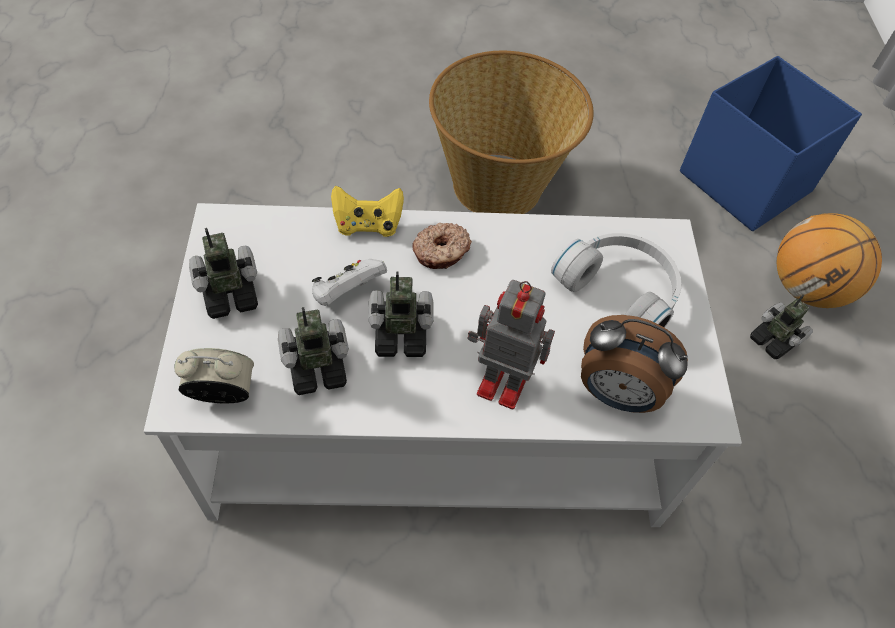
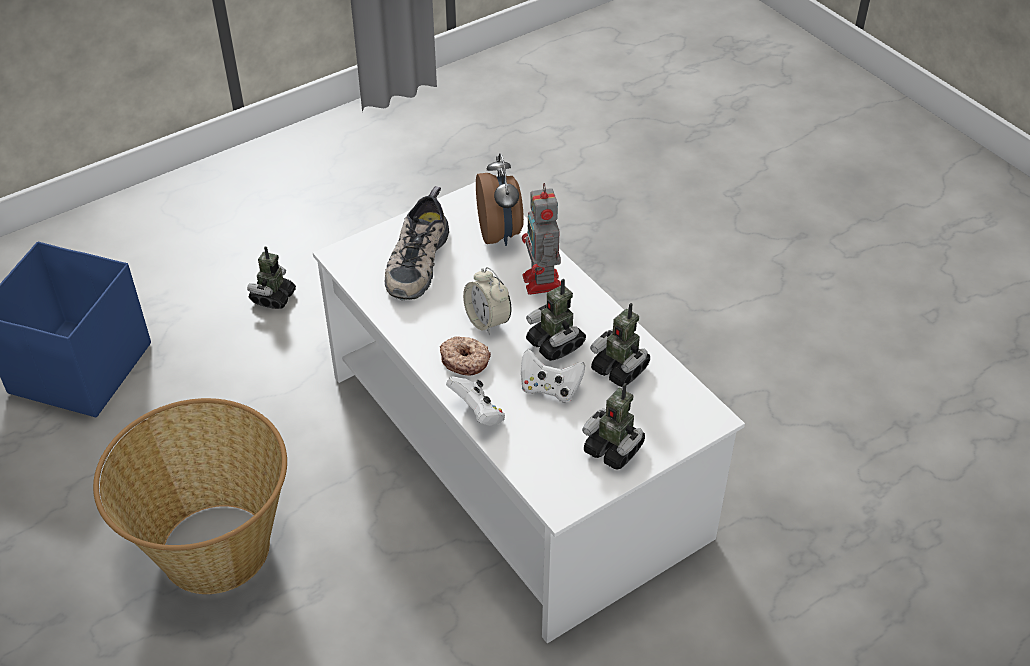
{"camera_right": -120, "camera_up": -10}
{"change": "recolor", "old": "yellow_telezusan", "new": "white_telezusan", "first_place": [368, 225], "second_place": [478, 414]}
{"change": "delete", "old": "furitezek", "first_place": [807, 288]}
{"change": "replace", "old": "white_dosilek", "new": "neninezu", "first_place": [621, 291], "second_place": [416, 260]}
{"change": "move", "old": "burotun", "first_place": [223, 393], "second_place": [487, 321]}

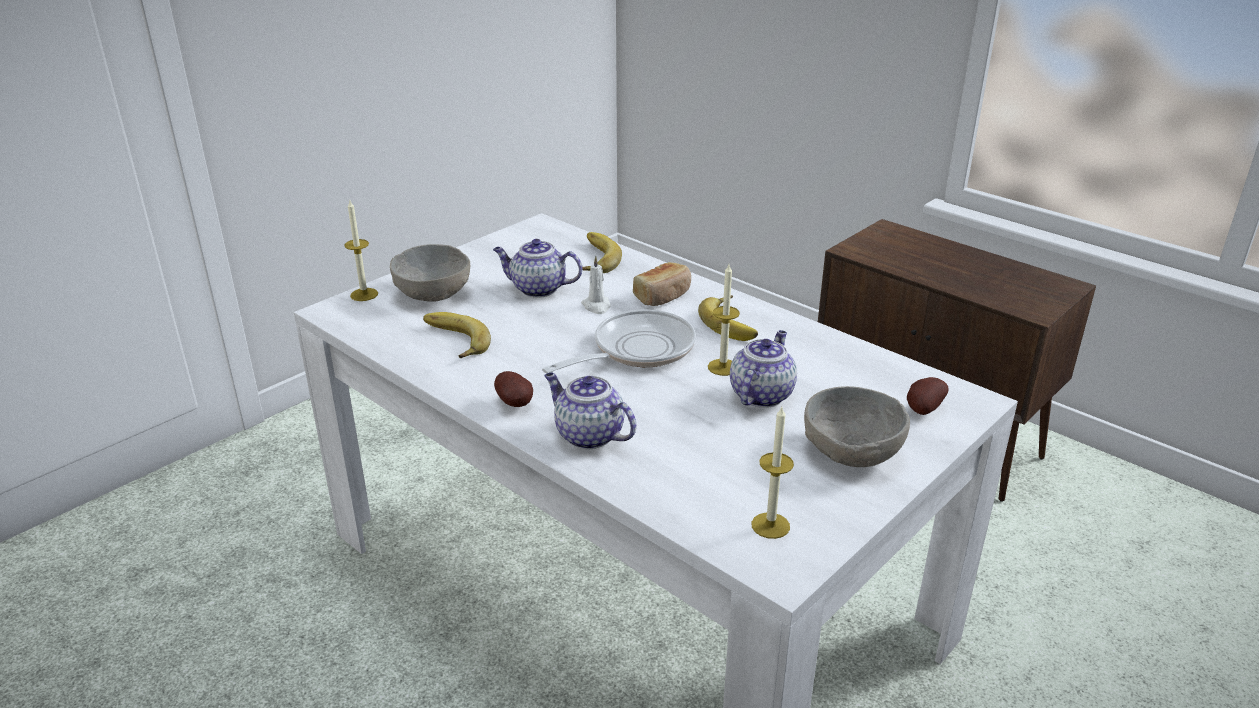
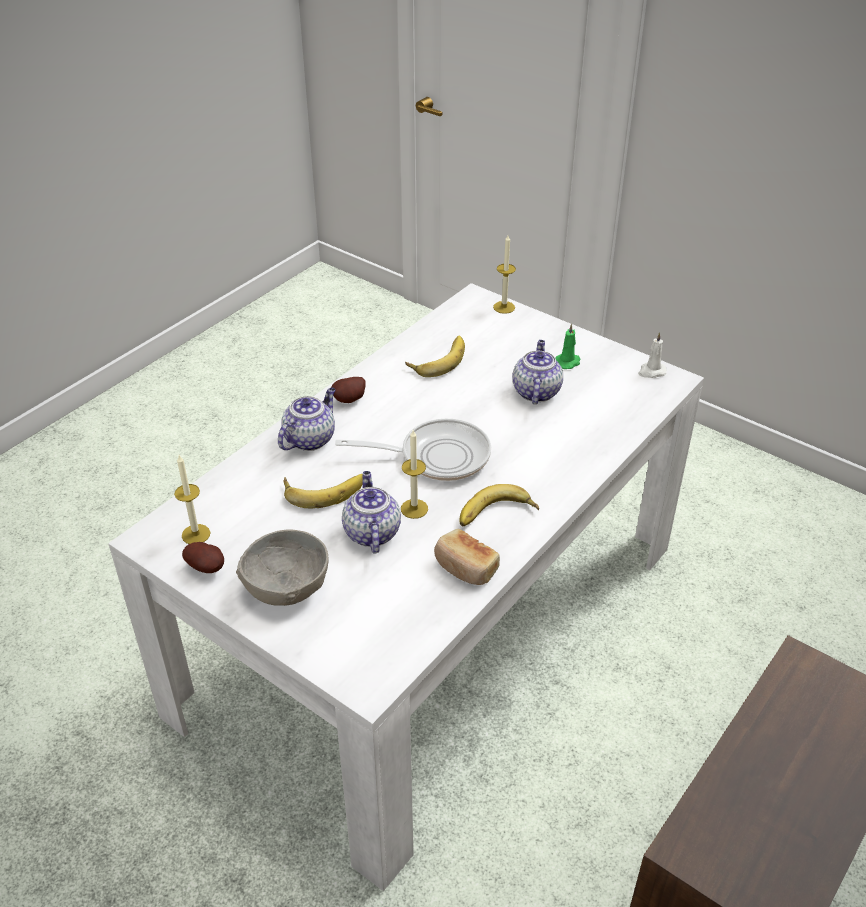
{"camera_right": 85, "camera_up": 10}
{"change": "move", "old": "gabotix", "first_place": [593, 258], "second_place": [323, 489]}
{"change": "delete", "old": "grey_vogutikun", "first_place": [434, 293]}
{"change": "move", "old": "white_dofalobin", "first_place": [597, 306], "second_place": [651, 372]}
{"change": "move", "old": "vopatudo", "first_place": [663, 295], "second_place": [465, 568]}
{"change": "rotate", "old": "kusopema", "first_place": [636, 350], "second_place": [437, 456], "degrees": -45}
{"change": "rotate", "old": "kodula", "first_place": [761, 394], "second_place": [371, 532], "degrees": -120}
{"change": "move", "old": "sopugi", "first_place": [922, 409], "second_place": [207, 567]}
{"change": "insert", "new": "green_dofalobin", "second_place": [568, 362]}

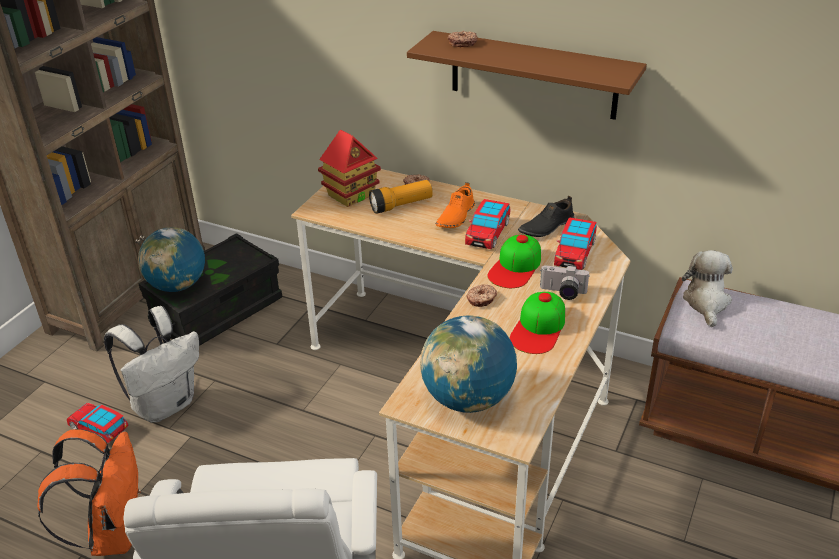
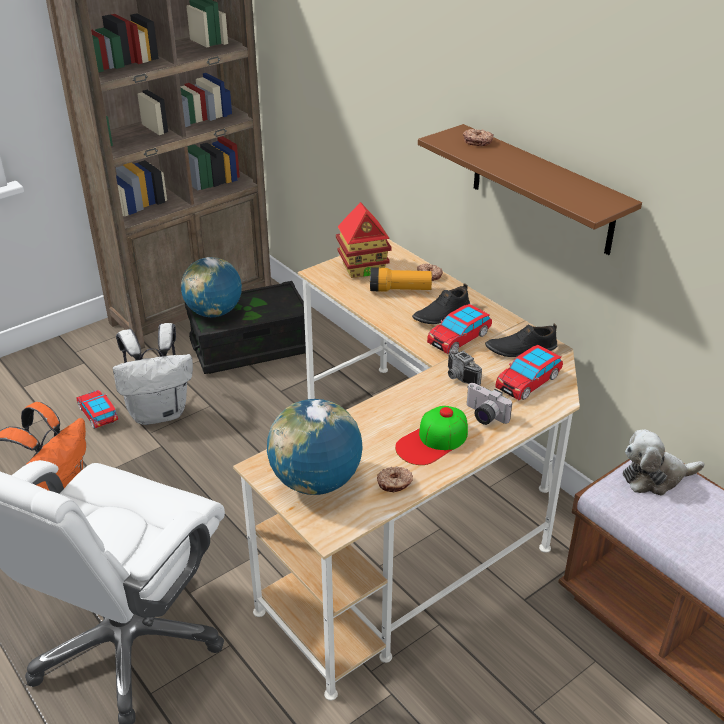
{"camera_right": 25, "camera_up": 0}
{"change": "recolor", "old": "orange_neninezu", "new": "black_neninezu", "first_place": [455, 216], "second_place": [441, 314]}
{"change": "replace", "old": "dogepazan", "new": "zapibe", "first_place": [515, 267], "second_place": [458, 378]}
{"change": "rotate", "old": "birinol", "first_place": [706, 302], "second_place": [655, 477], "degrees": -135}
{"change": "move", "old": "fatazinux", "first_place": [482, 299], "second_place": [394, 483]}

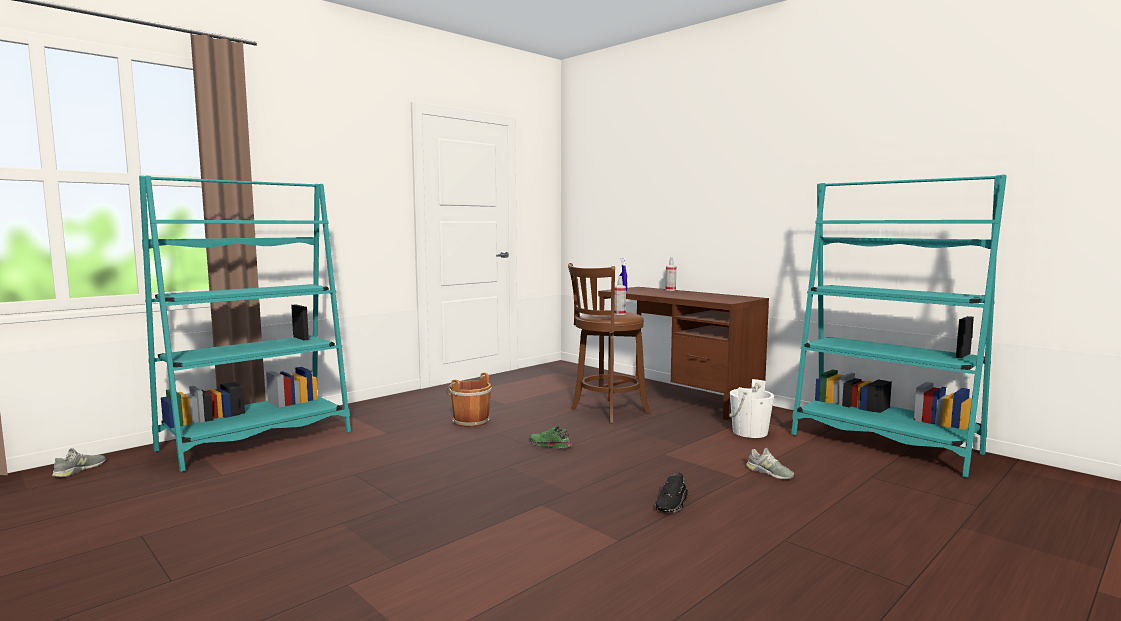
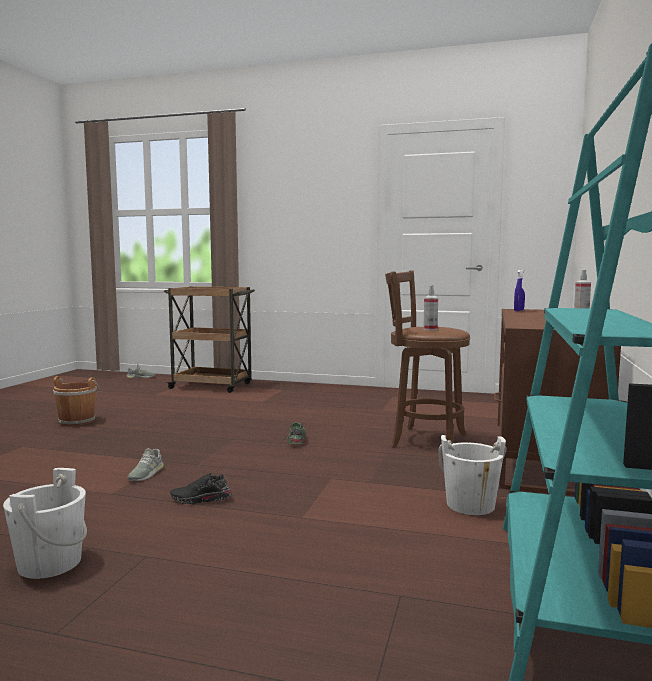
{"camera_right": 60, "camera_up": 0}
{"change": "replace", "old": "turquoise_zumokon", "new": "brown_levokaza", "first_place": [257, 441], "second_place": [212, 386]}
{"change": "move", "old": "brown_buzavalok", "first_place": [469, 422], "second_place": [77, 421]}
{"change": "move", "old": "grey_neninezu", "first_place": [769, 473], "second_place": [146, 474]}
{"change": "insert", "new": "white_buzavalok", "second_place": [49, 563]}

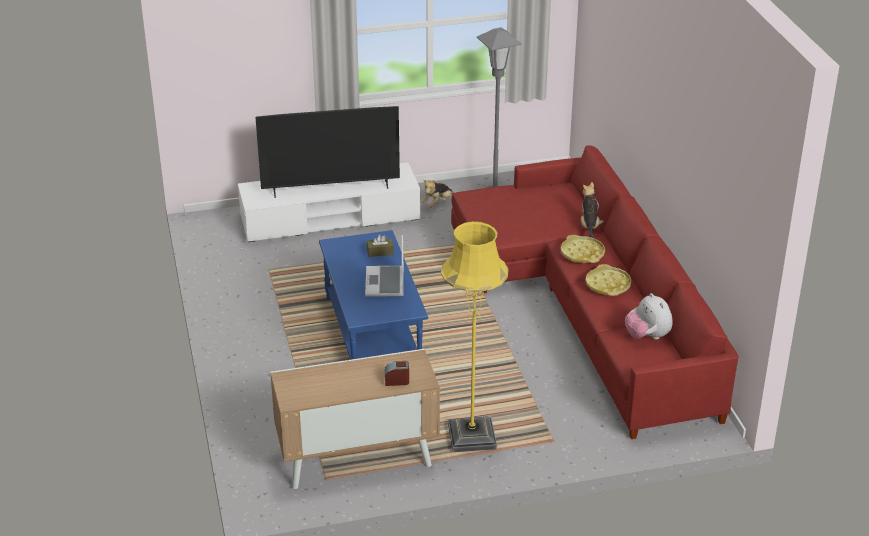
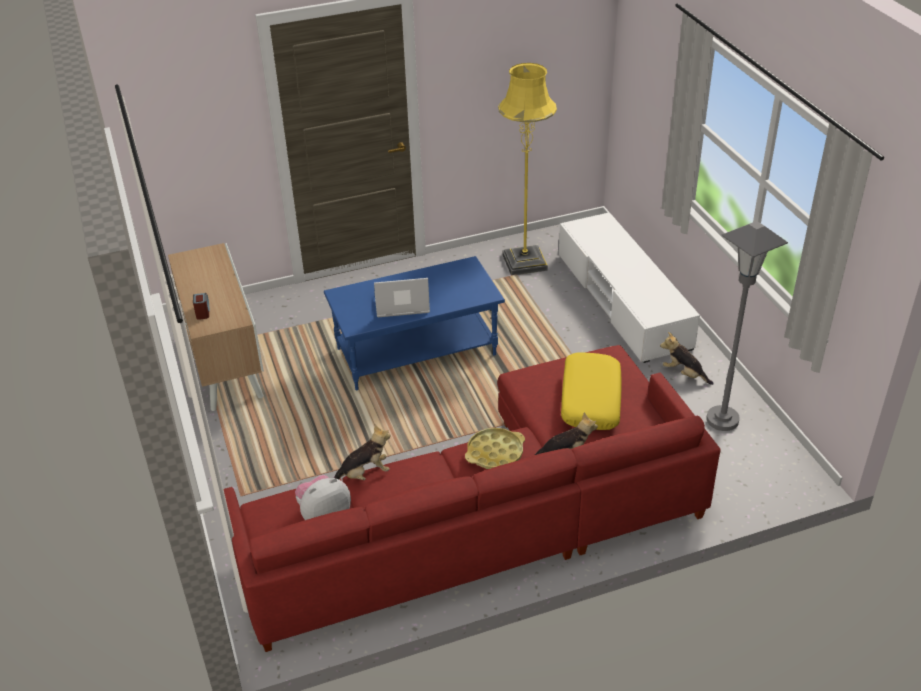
{"camera_right": 85, "camera_up": 5}
{"change": "delete", "old": "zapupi", "first_place": [330, 189]}
{"change": "move", "old": "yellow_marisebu", "first_place": [471, 437], "second_place": [524, 262]}
{"change": "delete", "old": "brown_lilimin", "first_place": [380, 252]}
{"change": "delete", "old": "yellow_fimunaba", "first_place": [608, 285]}
{"change": "insert", "new": "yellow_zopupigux", "second_place": [590, 399]}
{"change": "insert", "new": "birinol", "second_place": [364, 474]}

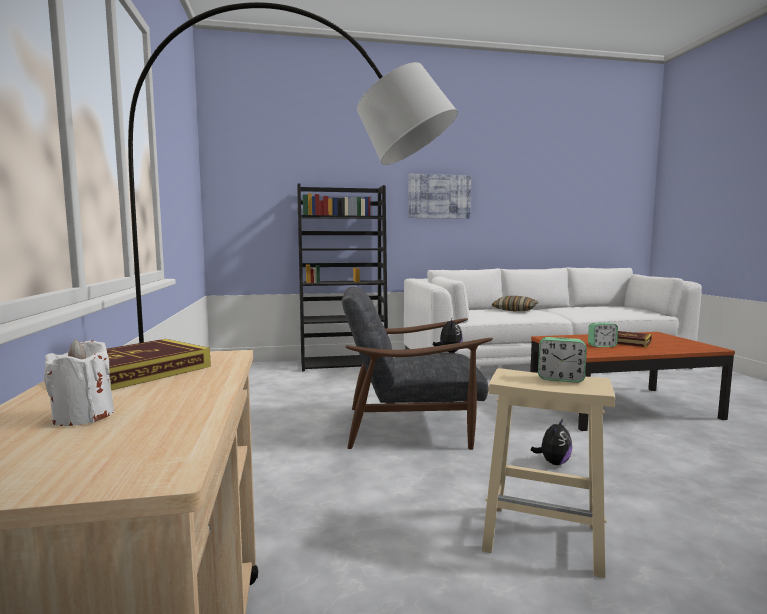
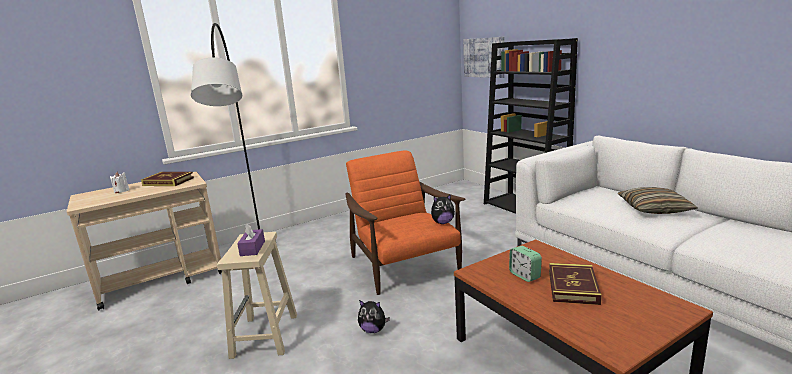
{"camera_right": 70, "camera_up": 10}
{"change": "move", "old": "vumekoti", "first_place": [439, 196], "second_place": [484, 57]}
{"change": "recolor", "old": "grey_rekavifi", "new": "orange_rekavifi", "first_place": [411, 426], "second_place": [404, 266]}
{"change": "replace", "old": "burotun", "new": "purple_lilimin", "first_place": [560, 379], "second_place": [252, 248]}

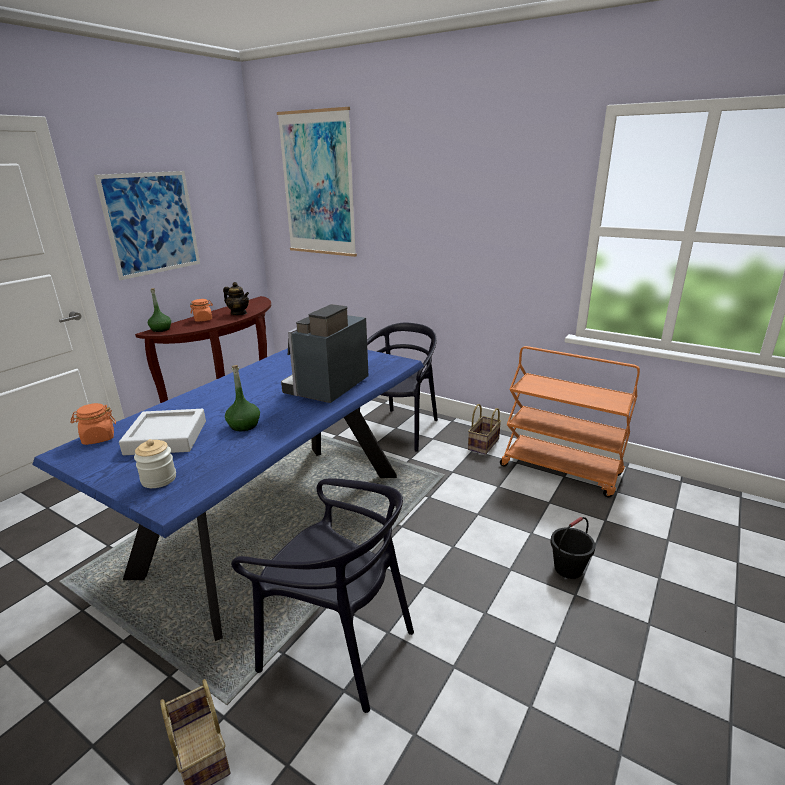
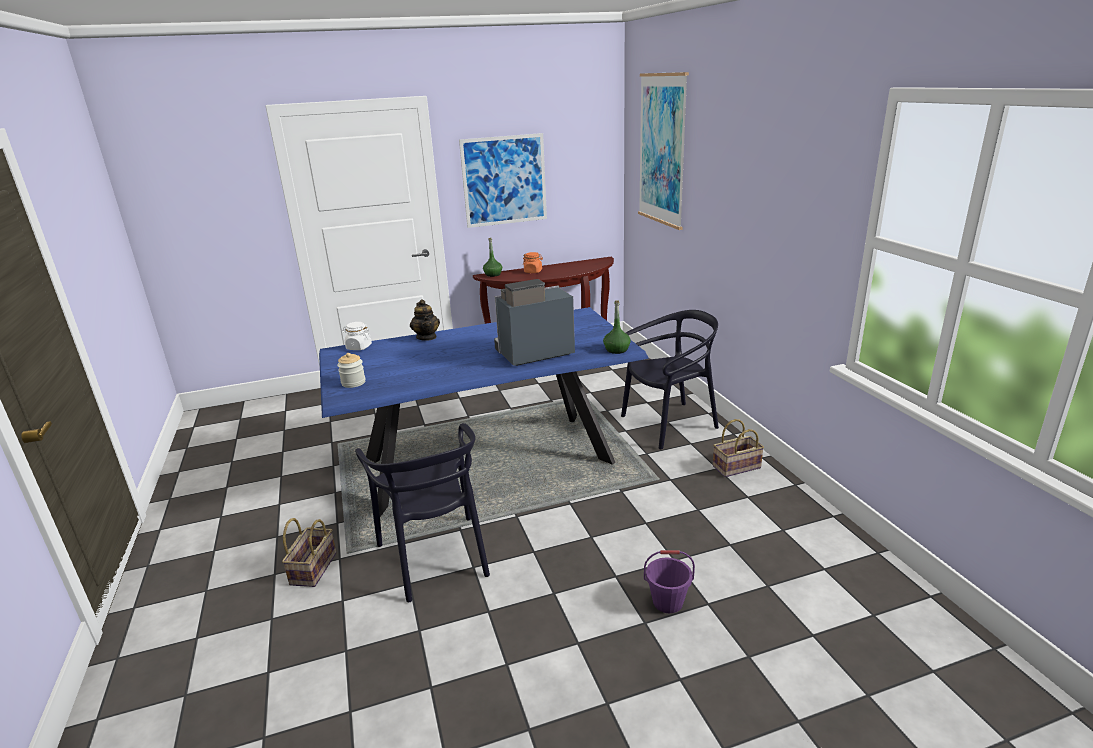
{"camera_right": 40, "camera_up": 0}
{"change": "move", "old": "kodula", "first_place": [239, 313], "second_place": [426, 337]}
{"change": "delete", "old": "orange_levokaza", "first_place": [561, 470]}
{"change": "move", "old": "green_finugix", "first_place": [244, 425], "second_place": [616, 350]}
{"change": "recolor", "old": "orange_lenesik", "new": "white_lenesik", "first_place": [98, 438], "second_place": [359, 347]}
{"change": "delete", "old": "grey_fimunaba", "first_place": [166, 437]}
{"change": "recolor", "old": "black_buzavalok", "new": "purple_buzavalok", "first_place": [568, 568], "second_place": [668, 602]}

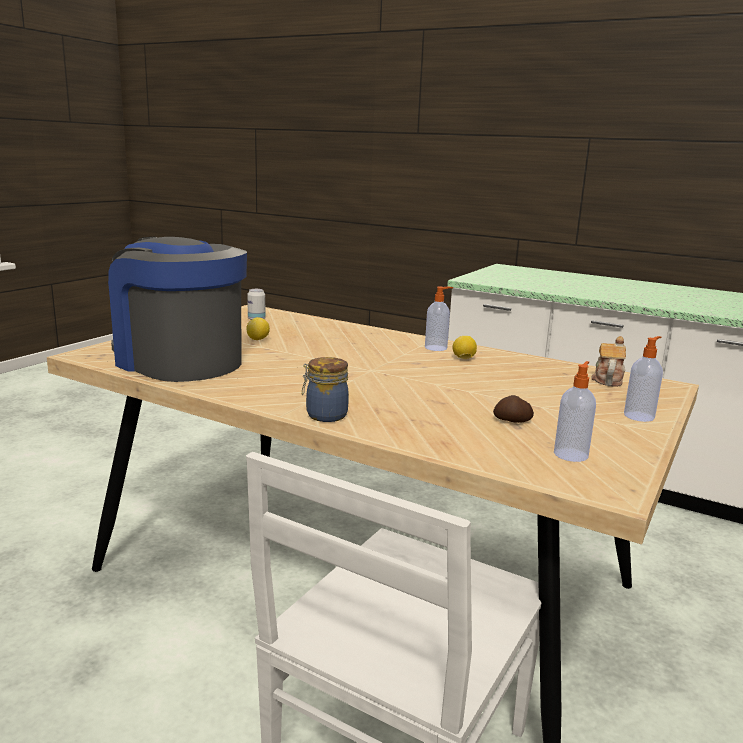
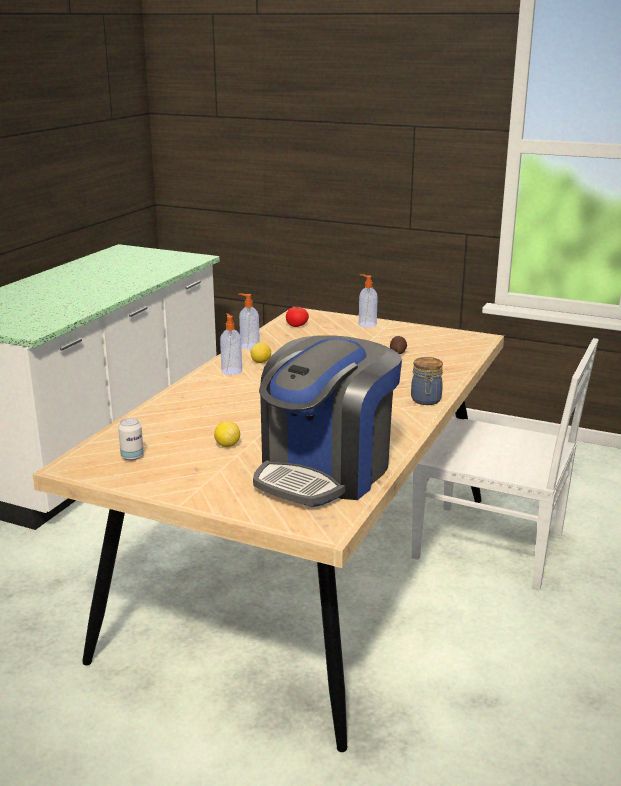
{"camera_right": -95, "camera_up": 5}
{"change": "replace", "old": "kodula", "new": "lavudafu", "first_place": [607, 380], "second_place": [297, 325]}
{"change": "move", "old": "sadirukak", "first_place": [571, 454], "second_place": [249, 346]}

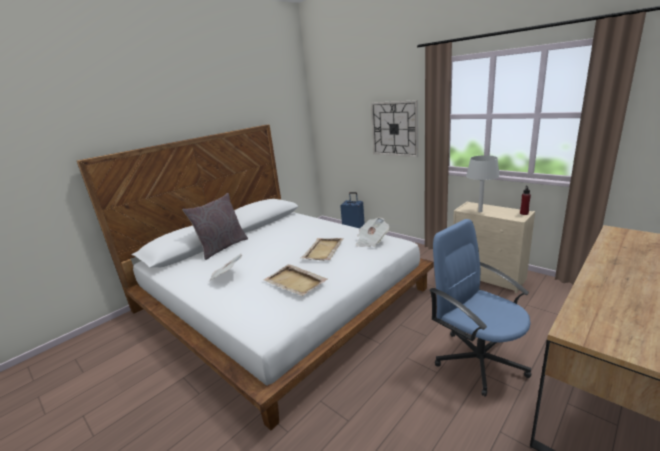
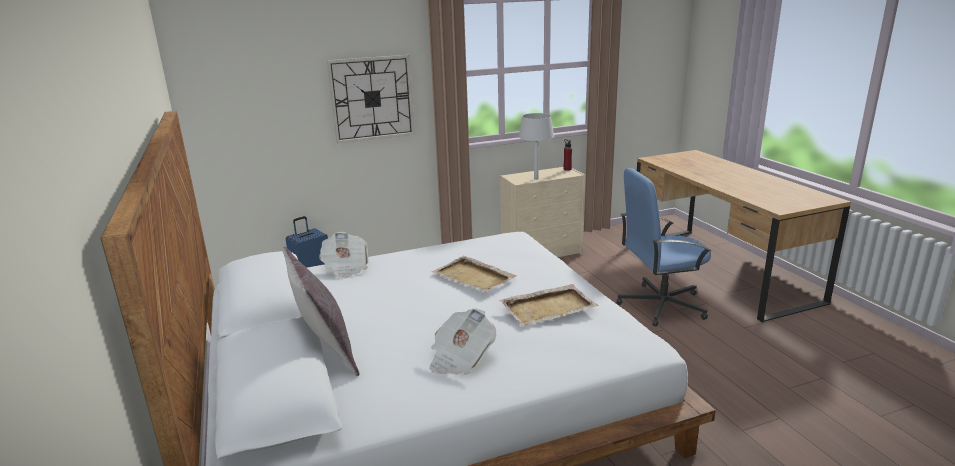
{"camera_right": -65, "camera_up": 0}
{"change": "move", "old": "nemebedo", "first_place": [371, 241], "second_place": [346, 268]}

